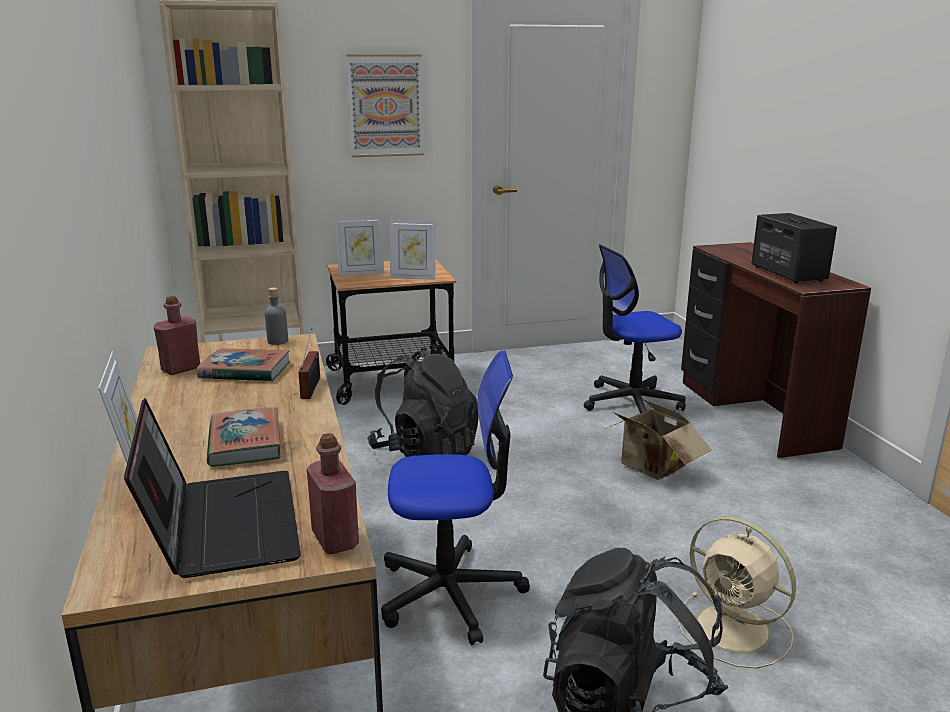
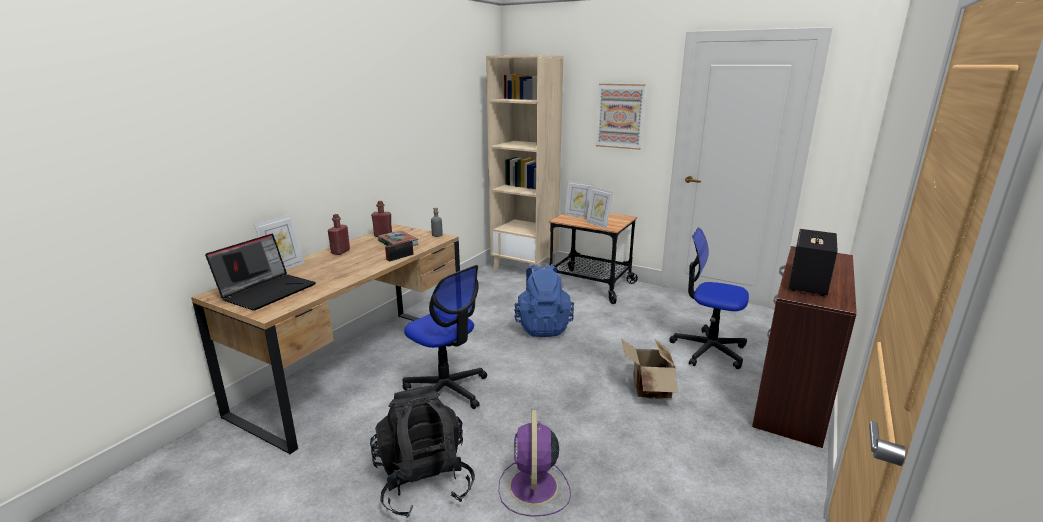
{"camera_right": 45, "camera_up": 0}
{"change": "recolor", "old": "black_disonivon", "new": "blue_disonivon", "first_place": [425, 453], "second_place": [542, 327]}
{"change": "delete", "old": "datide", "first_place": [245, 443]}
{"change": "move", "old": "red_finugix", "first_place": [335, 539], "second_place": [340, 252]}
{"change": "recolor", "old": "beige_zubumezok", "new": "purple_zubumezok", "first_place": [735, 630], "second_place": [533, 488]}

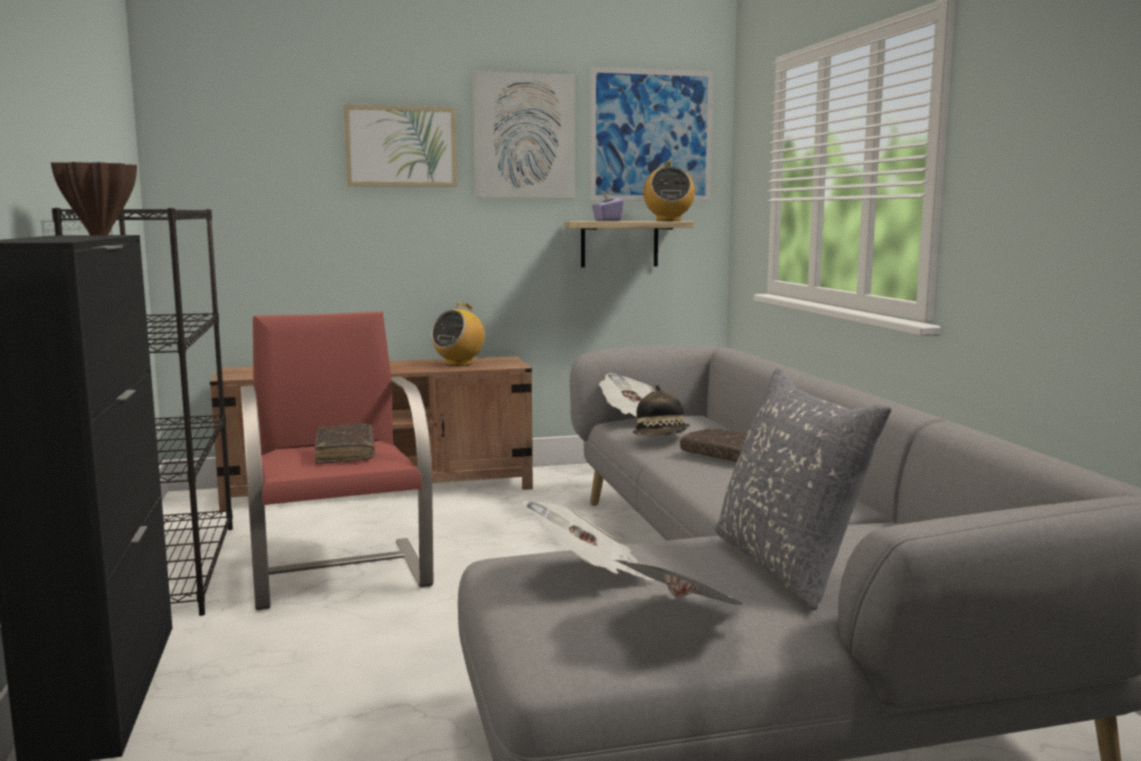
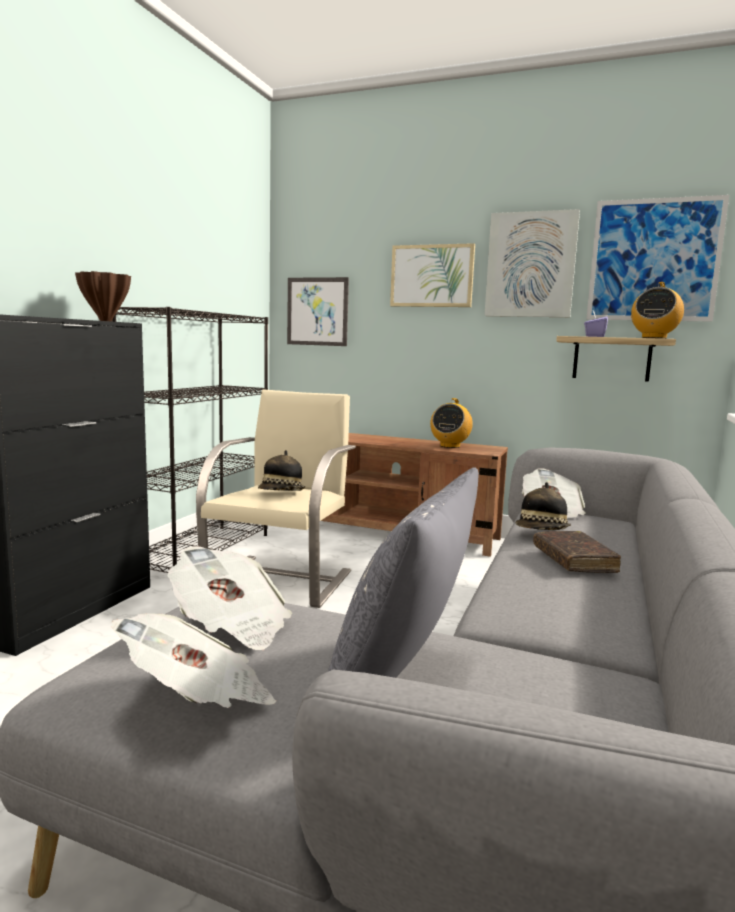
{"camera_right": 35, "camera_up": 0}
{"change": "rotate", "old": "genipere", "first_place": [459, 363], "second_place": [450, 446], "degrees": -45}
{"change": "recolor", "old": "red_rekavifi", "new": "beige_rekavifi", "first_place": [339, 572], "second_place": [281, 580]}
{"change": "replace", "old": "brown_datide", "new": "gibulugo", "first_place": [345, 453], "second_place": [281, 493]}
{"change": "insert", "new": "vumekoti", "second_place": [317, 311]}

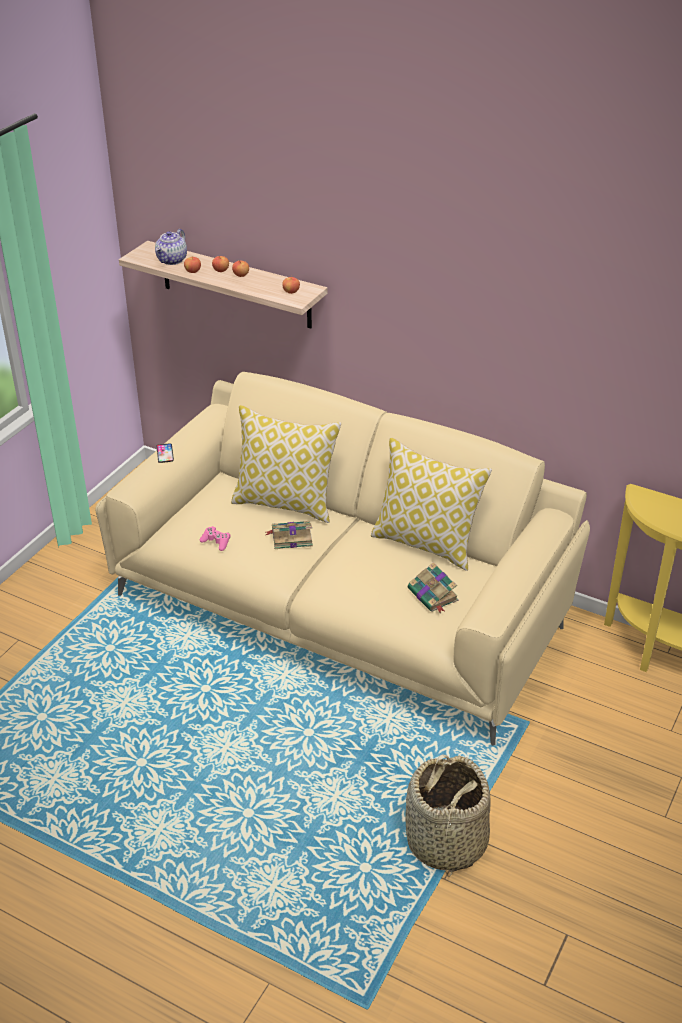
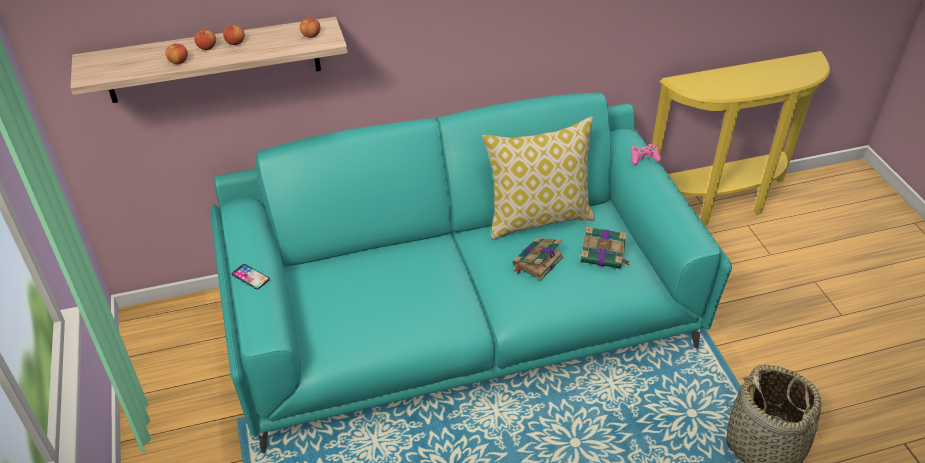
{"camera_right": -45, "camera_up": 5}
{"change": "delete", "old": "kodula", "first_place": [172, 260]}
{"change": "recolor", "old": "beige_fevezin", "new": "turquoise_fevezin", "first_place": [343, 607], "second_place": [463, 321]}
{"change": "delete", "old": "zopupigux", "first_place": [286, 503]}
{"change": "move", "old": "datide", "first_place": [290, 537], "second_place": [537, 262]}
{"change": "move", "old": "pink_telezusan", "first_place": [216, 542], "second_place": [643, 158]}

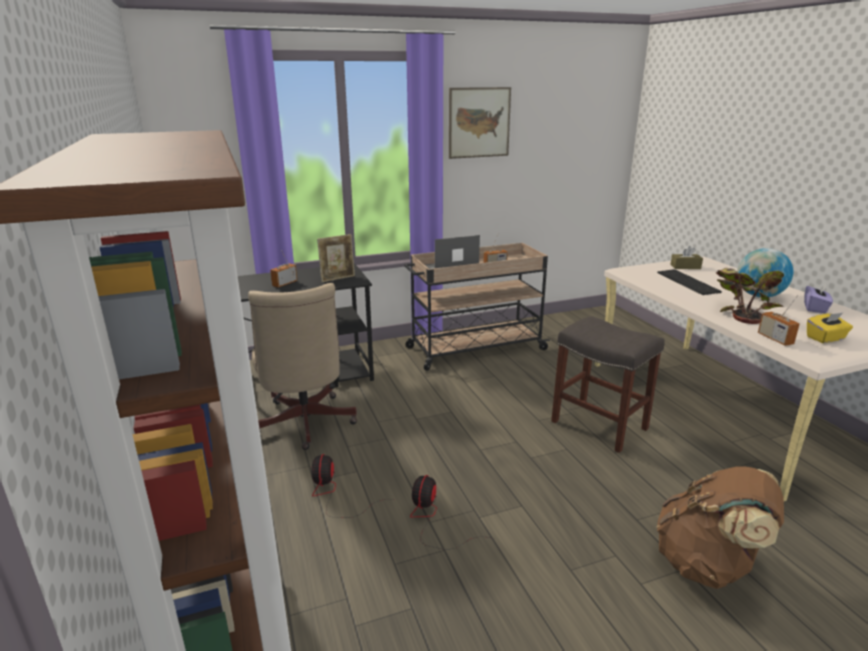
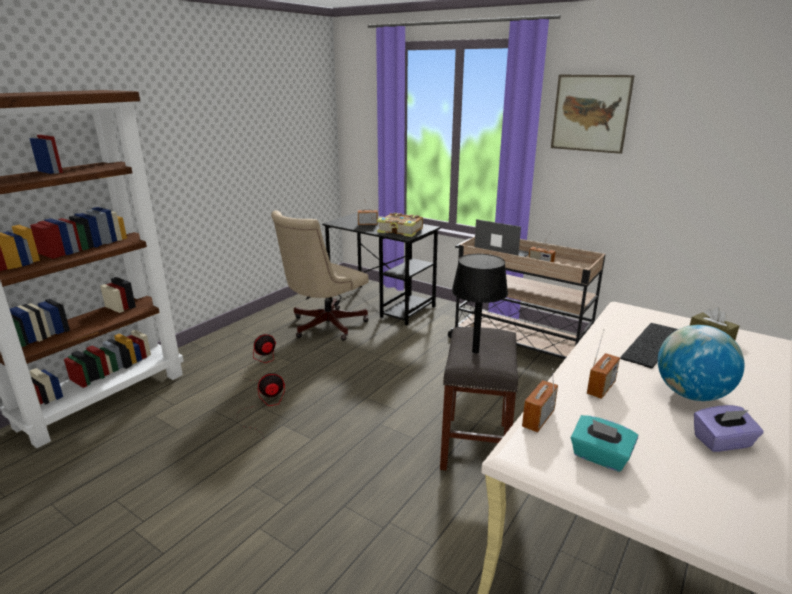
{"camera_right": 55, "camera_up": 0}
{"change": "replace", "old": "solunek", "new": "datide", "first_place": [338, 278], "second_place": [400, 231]}
{"change": "replace", "old": "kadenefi", "new": "genipere", "first_place": [741, 312], "second_place": [601, 388]}
{"change": "recolor", "old": "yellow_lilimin", "new": "turquoise_lilimin", "first_place": [825, 338], "second_place": [600, 457]}
{"change": "delete", "old": "brown_disonivon", "first_place": [708, 564]}
{"change": "insert", "new": "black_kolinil", "second_place": [475, 351]}

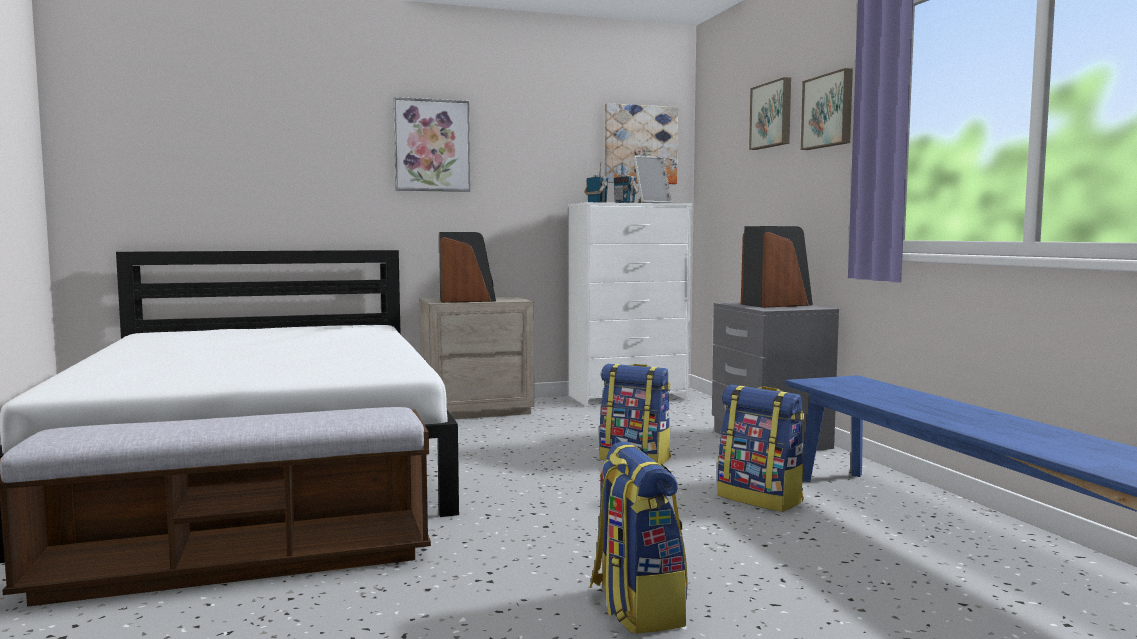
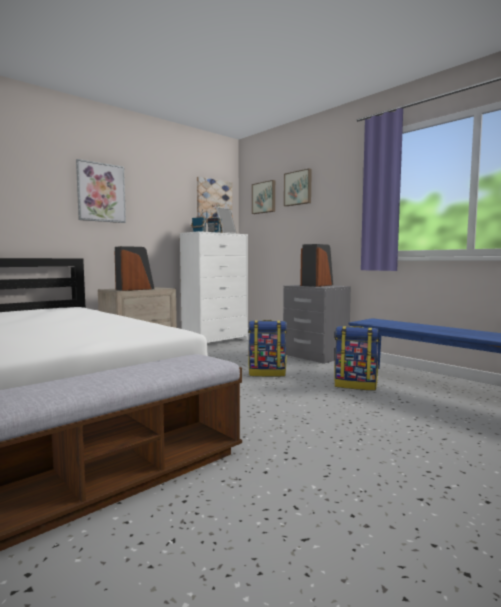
{"camera_right": -25, "camera_up": 0}
{"change": "move", "old": "vumekoti", "first_place": [829, 111], "second_place": [264, 197]}
{"change": "delete", "old": "disonivon", "first_place": [635, 607]}

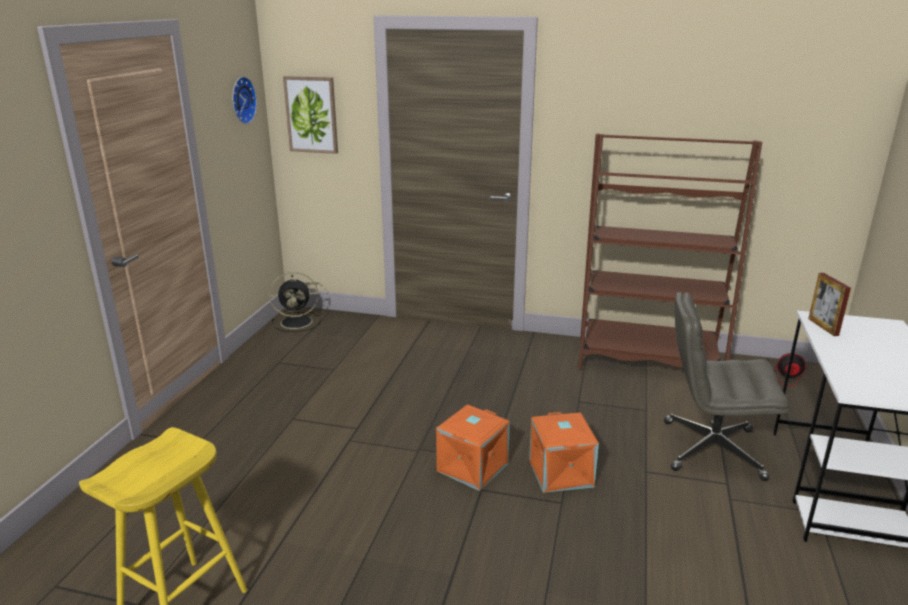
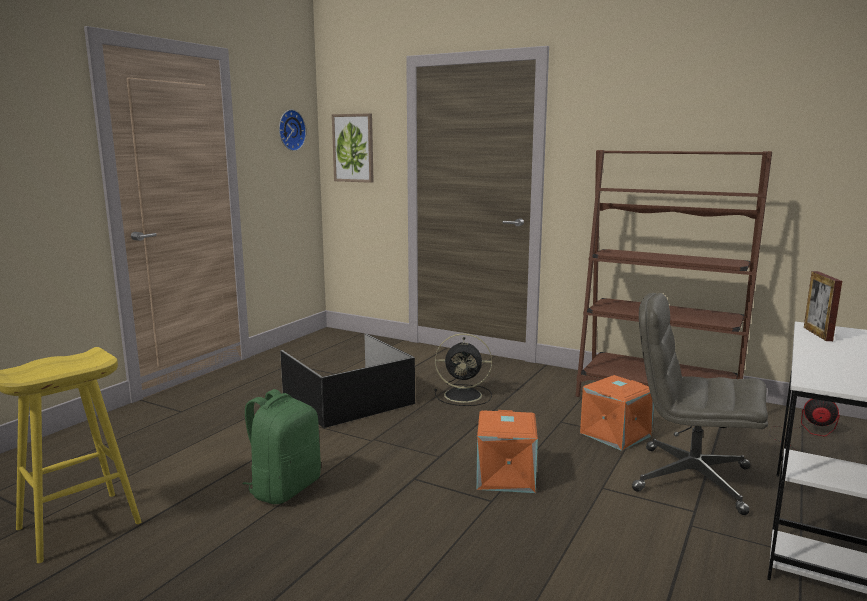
{"camera_right": 15, "camera_up": -10}
{"change": "move", "old": "black_zubumezok", "first_place": [298, 322], "second_place": [465, 395]}
{"change": "move", "old": "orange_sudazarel", "first_place": [471, 467], "second_place": [614, 434]}
{"change": "insert", "new": "black_sudazarel", "second_place": [349, 399]}
{"change": "insert", "new": "green_disonivon", "second_place": [284, 488]}

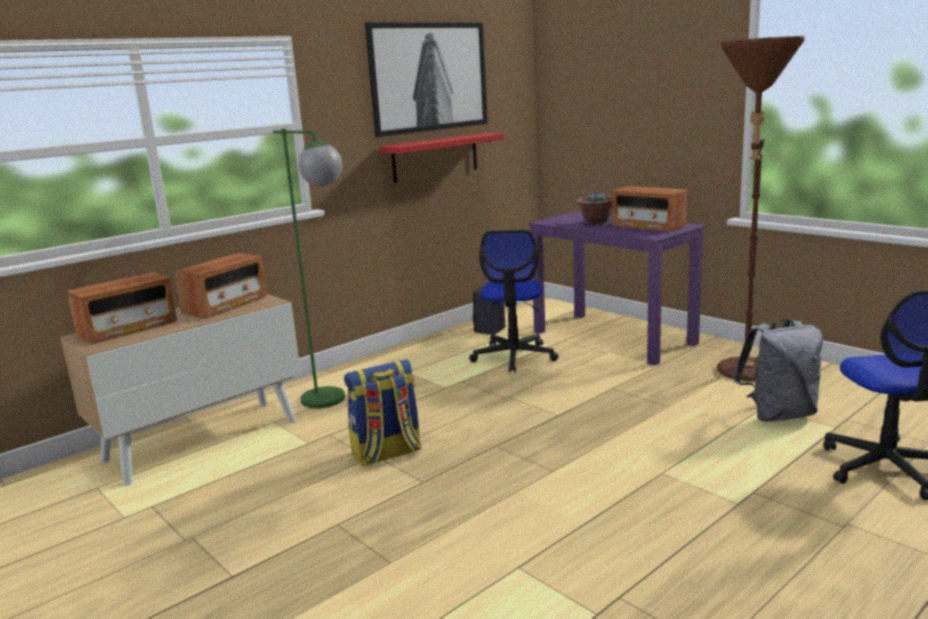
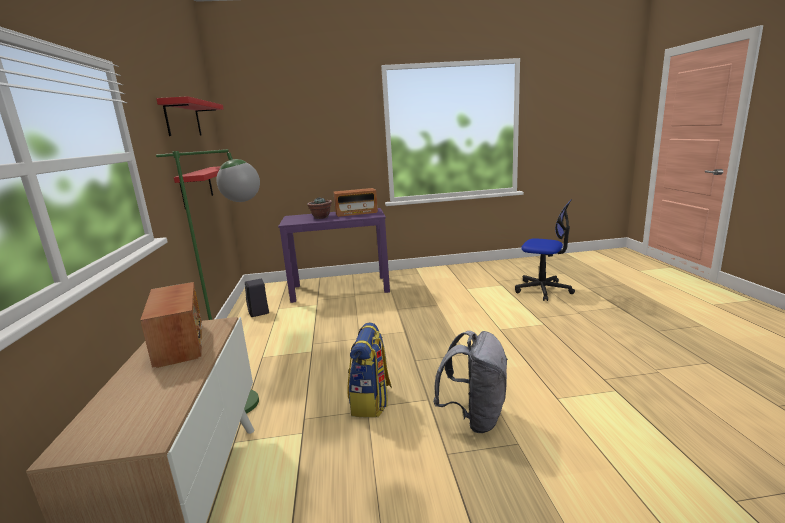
{"camera_right": -55, "camera_up": 0}
{"change": "replace", "old": "vumekoti", "new": "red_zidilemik", "first_place": [428, 77], "second_place": [183, 119]}
{"change": "delete", "old": "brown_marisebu", "first_place": [744, 375]}
{"change": "delete", "old": "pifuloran", "first_place": [514, 357]}
{"change": "delete", "old": "genipere", "first_place": [128, 329]}
{"change": "move", "old": "grey_disonivon", "first_place": [779, 415], "second_place": [474, 417]}

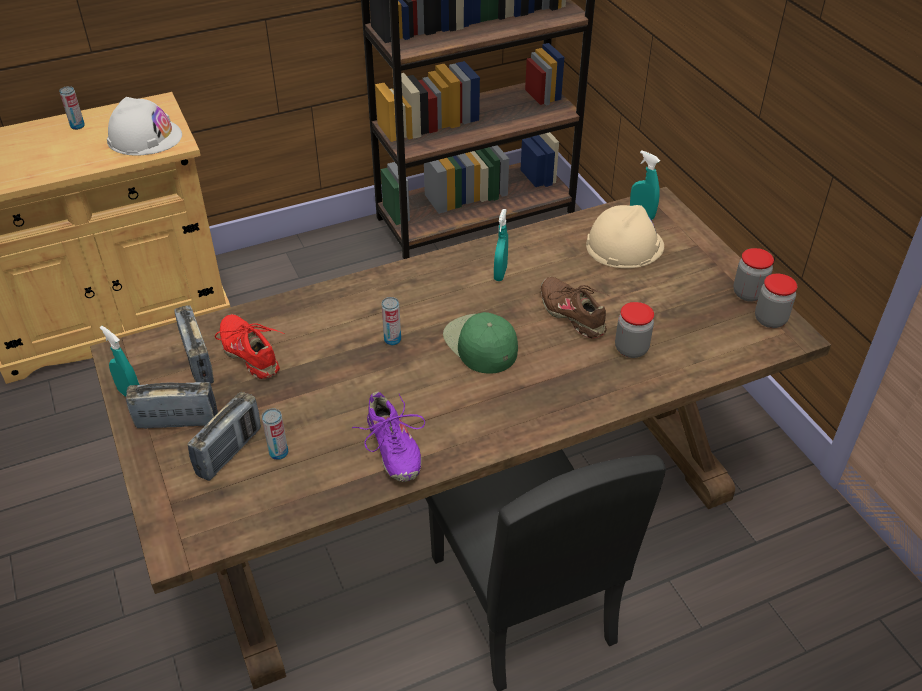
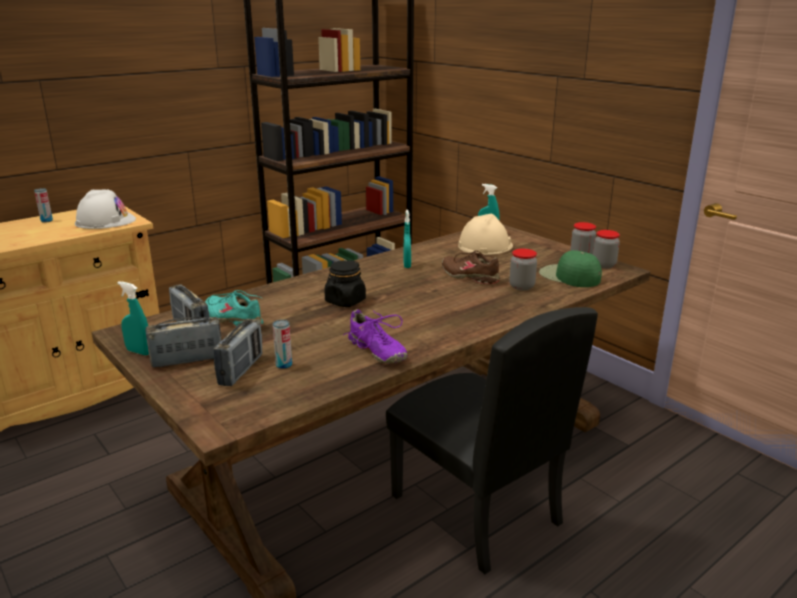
{"camera_right": -15, "camera_up": -20}
{"change": "replace", "old": "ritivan", "new": "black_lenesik", "first_place": [392, 340], "second_place": [345, 301]}
{"change": "move", "old": "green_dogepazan", "first_place": [480, 344], "second_place": [569, 276]}
{"change": "recolor", "old": "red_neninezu", "new": "turquoise_neninezu", "first_place": [250, 353], "second_place": [234, 319]}

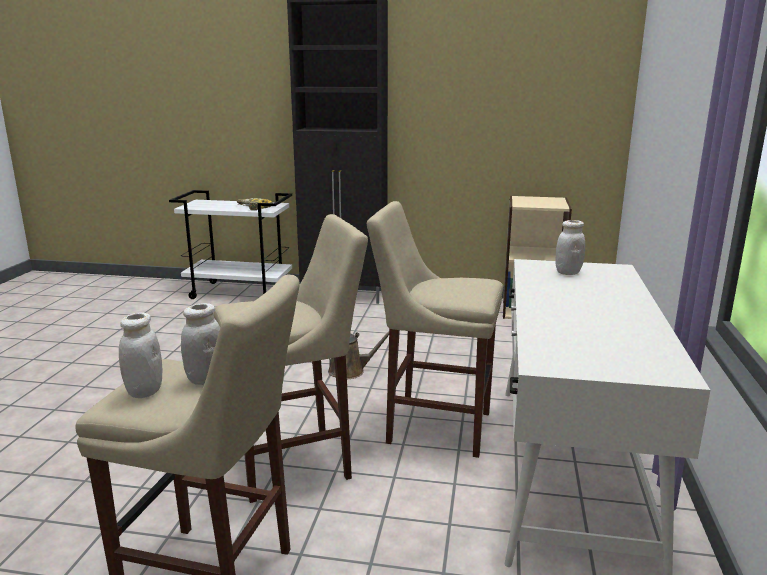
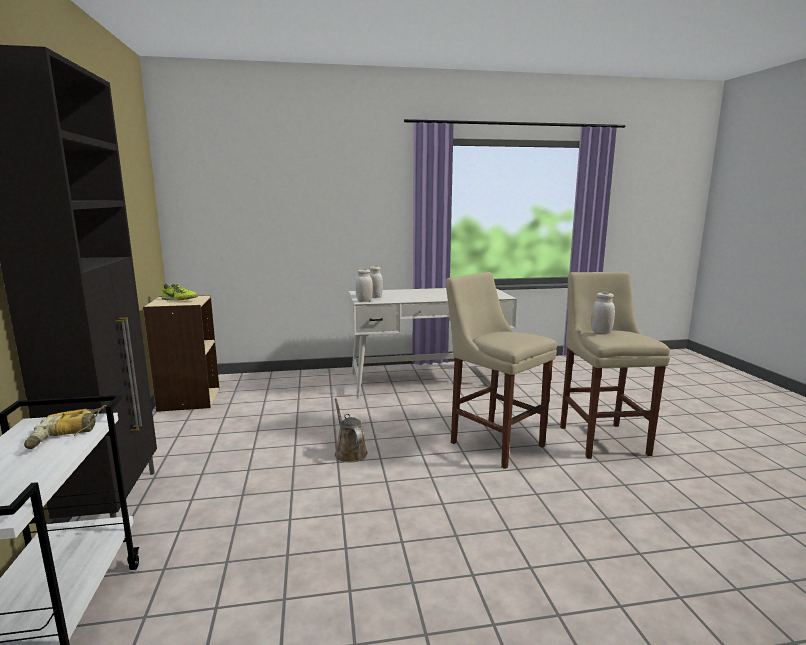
{"camera_right": -110, "camera_up": -5}
{"change": "delete", "old": "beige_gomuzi", "first_place": [433, 426]}
{"change": "move", "old": "white_lenesik", "first_place": [144, 391], "second_place": [364, 301]}
{"change": "insert", "new": "neninezu", "second_place": [179, 300]}

